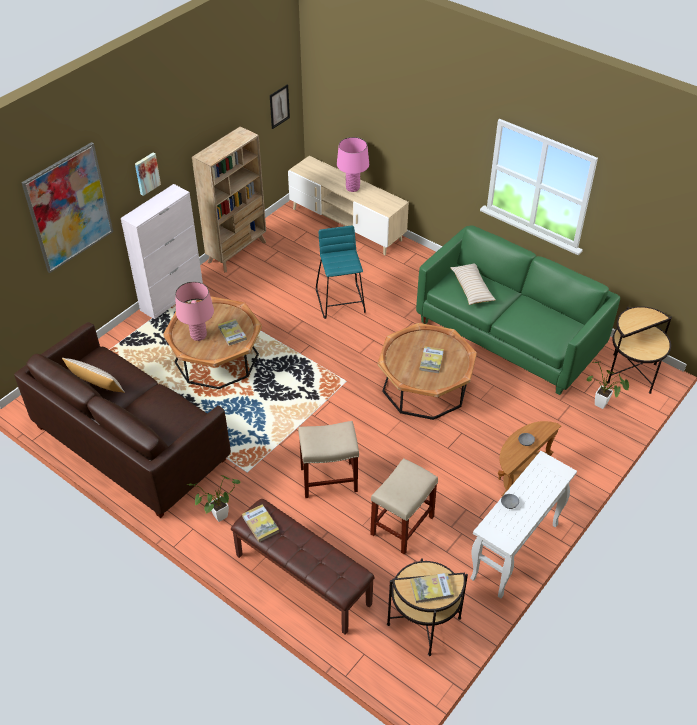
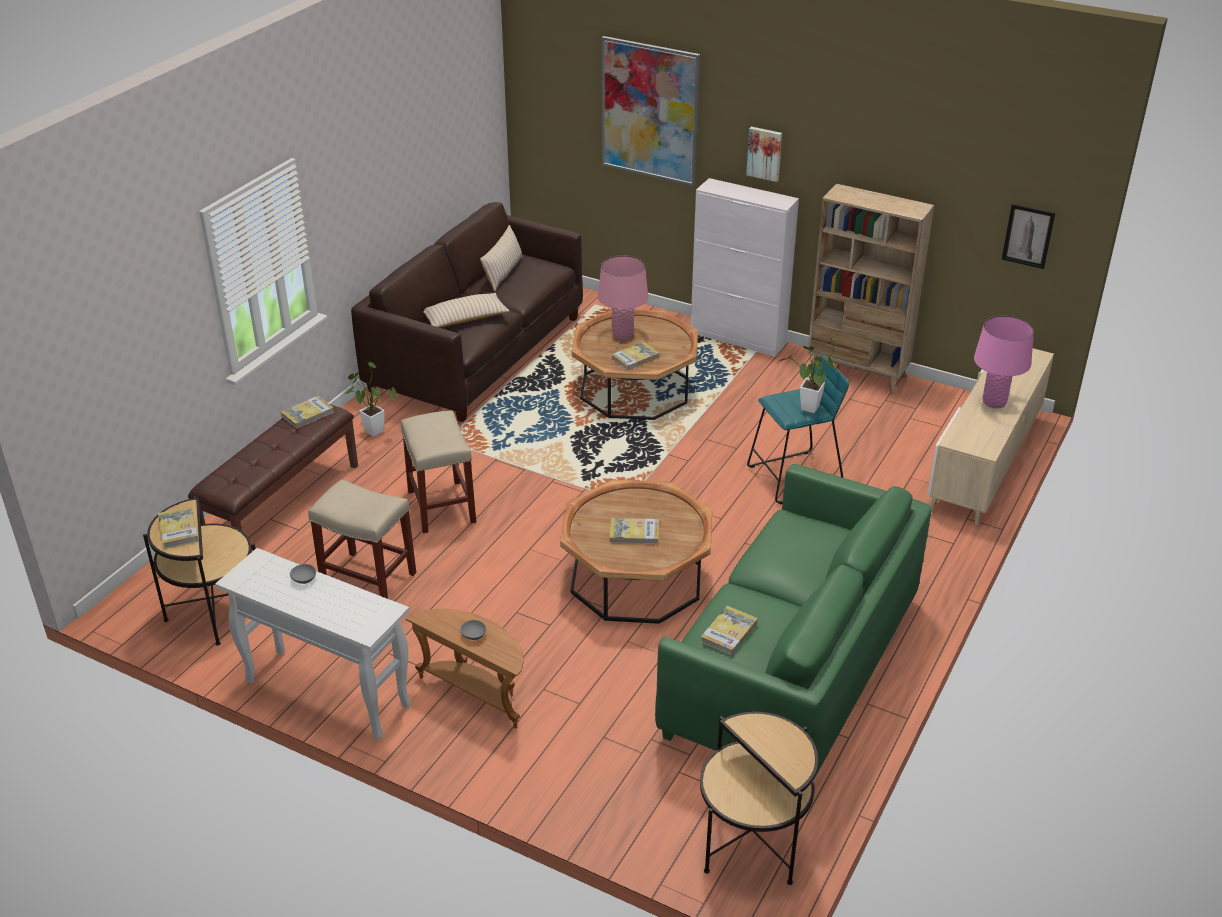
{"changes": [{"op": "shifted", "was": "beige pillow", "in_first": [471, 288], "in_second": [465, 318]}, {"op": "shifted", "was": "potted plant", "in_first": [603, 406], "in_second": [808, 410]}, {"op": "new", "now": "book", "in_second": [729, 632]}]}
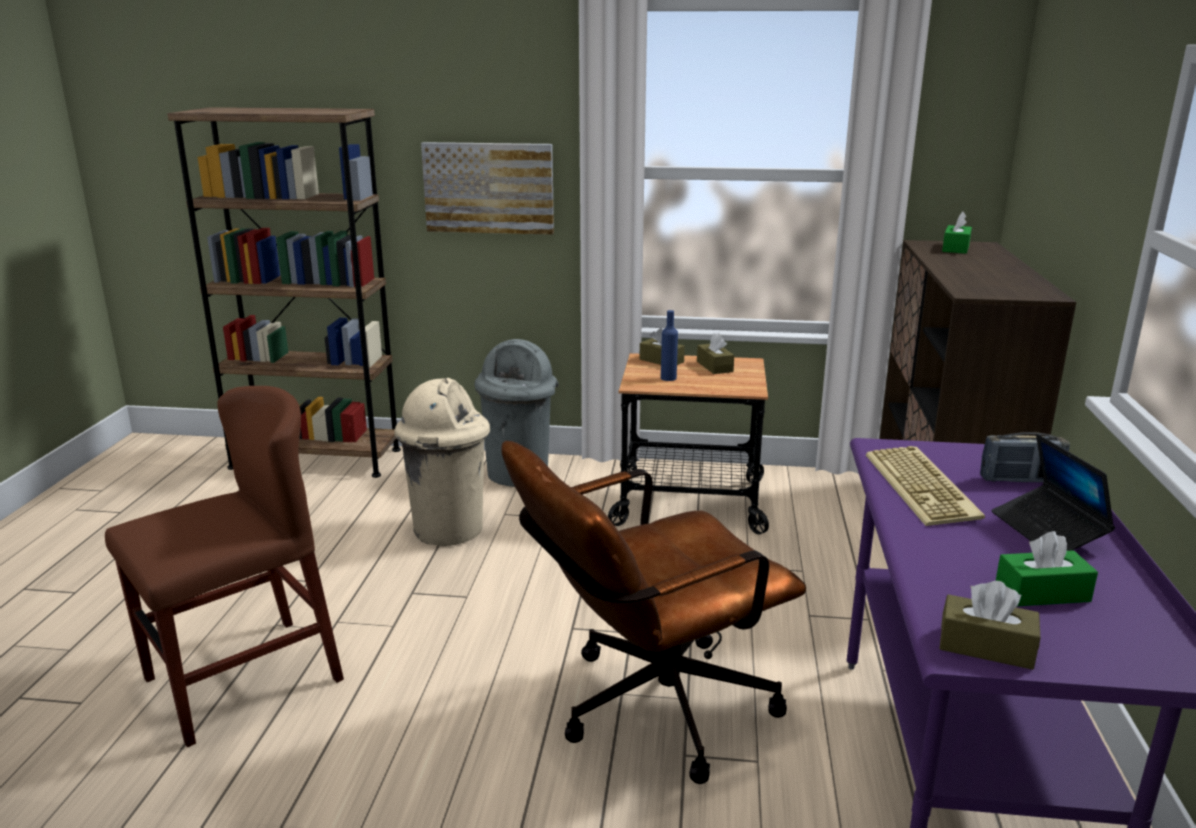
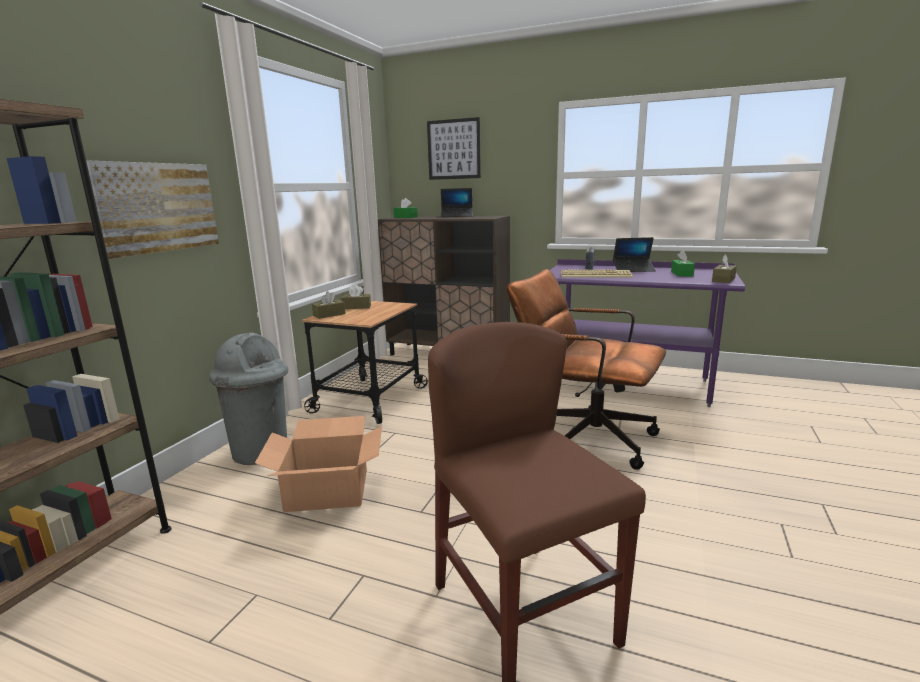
{"changes": [{"op": "gone", "was": "blue bottle", "in_first": [668, 378]}, {"op": "swapped", "was": "beige trash can", "now": "cardboard box", "in_first": [449, 529], "in_second": [327, 489]}, {"op": "rotated", "was": "brown office chair", "in_first": [648, 710], "in_second": [582, 436], "clockwise": 135}, {"op": "new", "now": "picture", "in_second": [454, 149]}, {"op": "new", "now": "laptop", "in_second": [457, 216]}]}
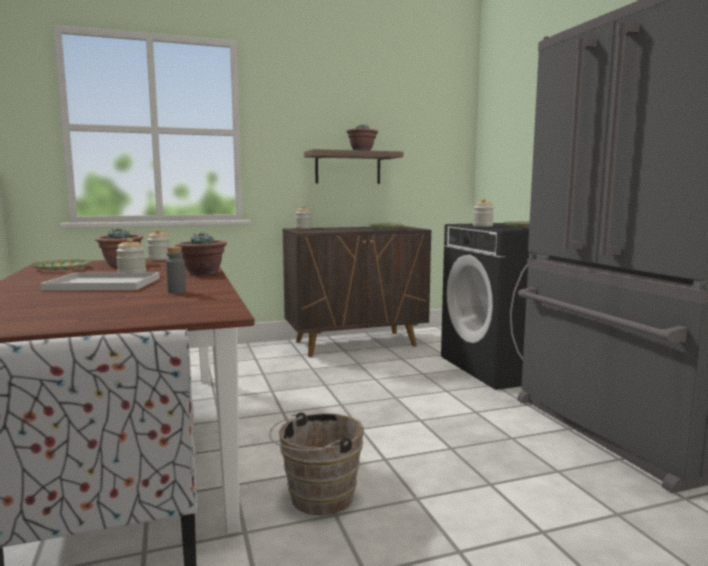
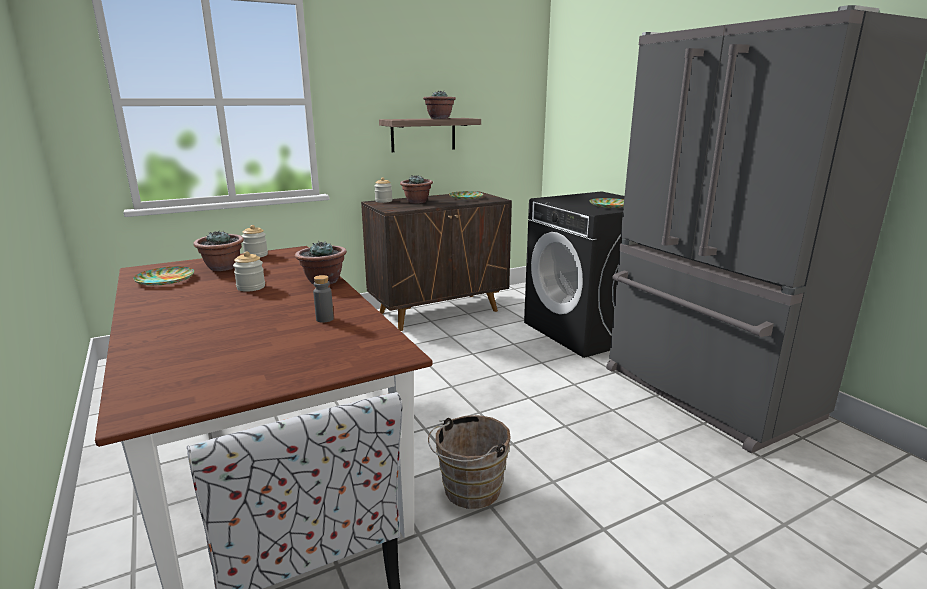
{"changes": [{"op": "gone", "was": "jar", "in_first": [482, 226]}, {"op": "gone", "was": "white tray", "in_first": [101, 284]}, {"op": "new", "now": "potted plant", "in_second": [417, 202]}]}
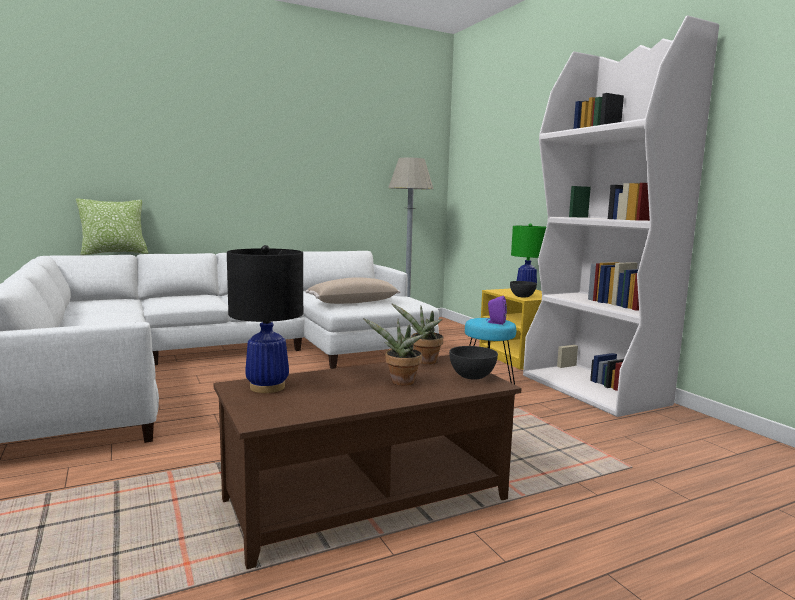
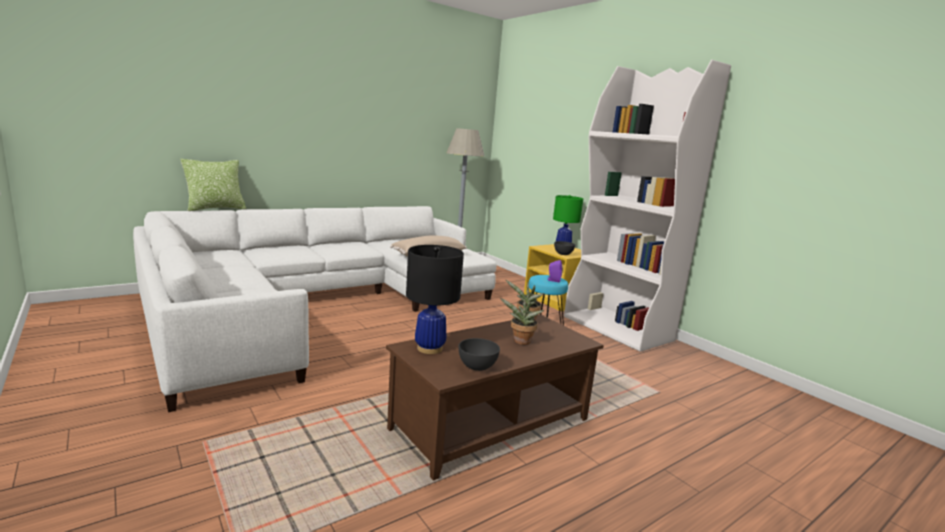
{"changes": [{"op": "shifted", "was": "grey bowl", "in_first": [471, 376], "in_second": [477, 367]}]}
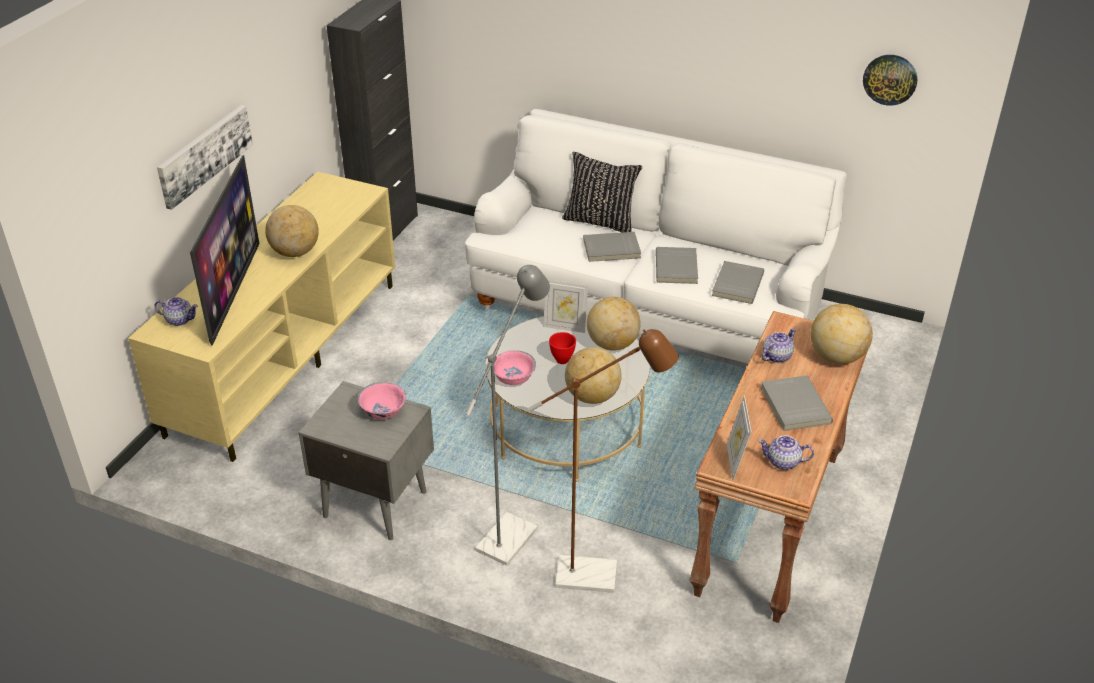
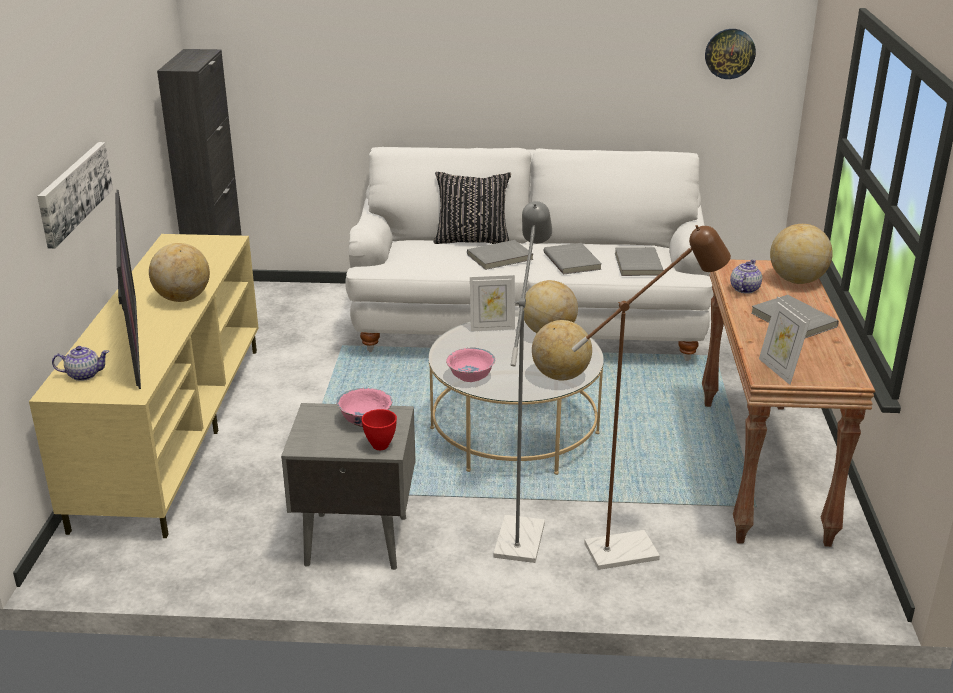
{"changes": [{"op": "shifted", "was": "red bowl", "in_first": [562, 360], "in_second": [381, 446]}, {"op": "gone", "was": "teapot", "in_first": [783, 462]}]}
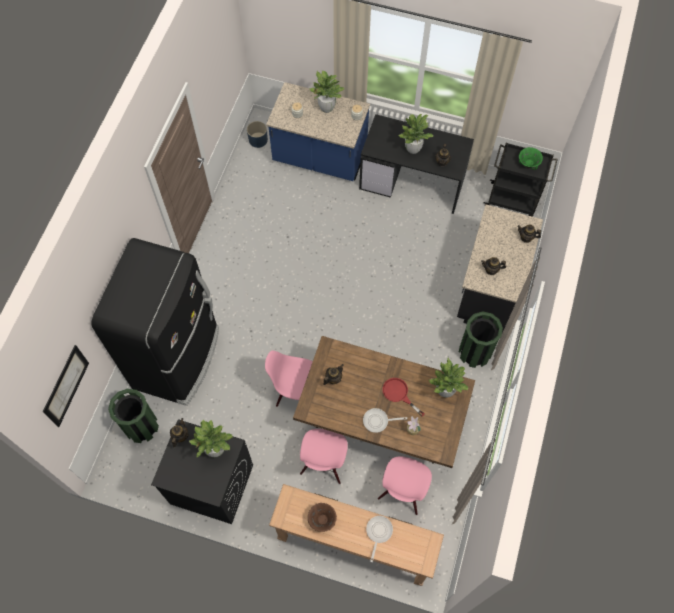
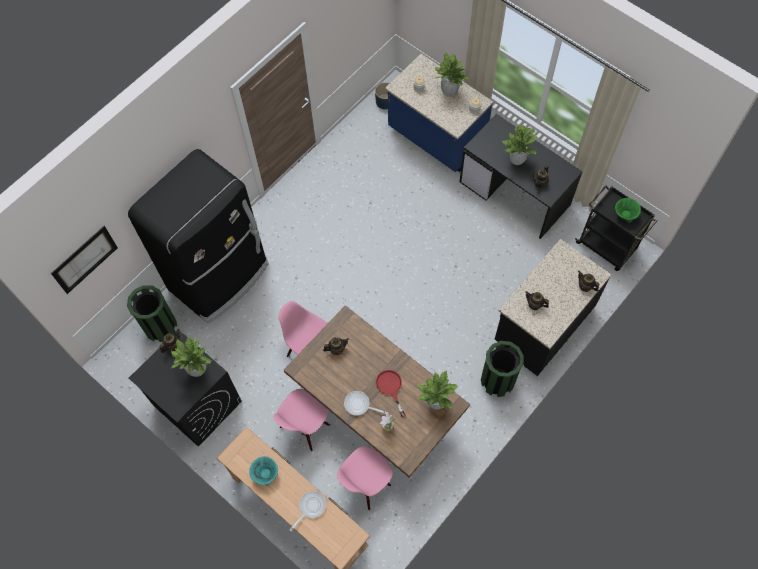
{"changes": [{"op": "repainted", "was": "brown bowl", "now": "turquoise bowl", "in_first": [322, 519], "in_second": [265, 473]}]}
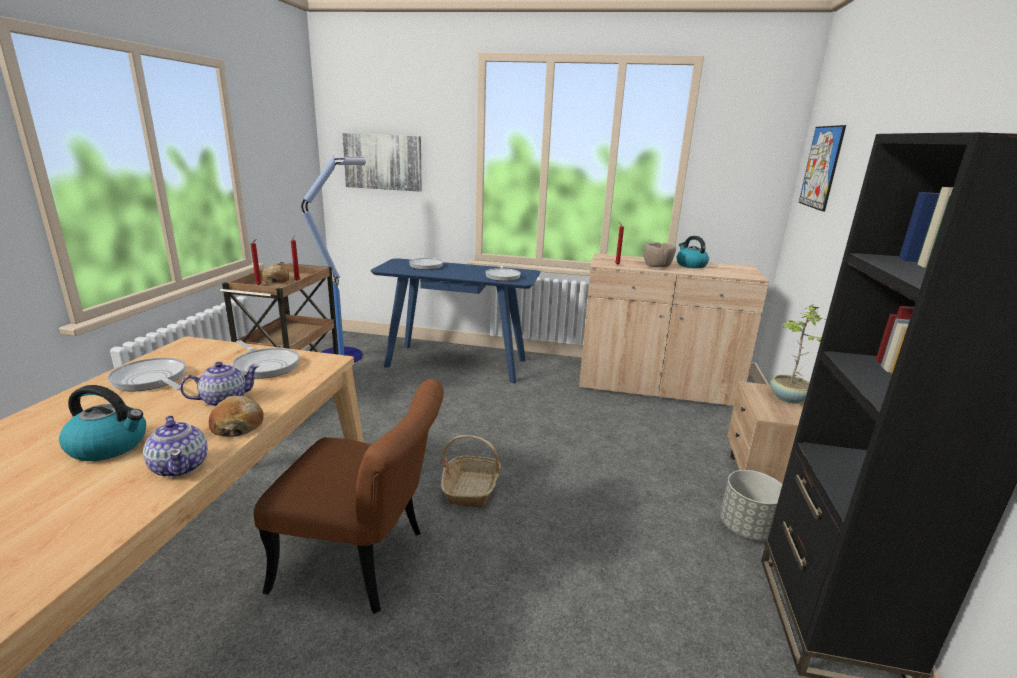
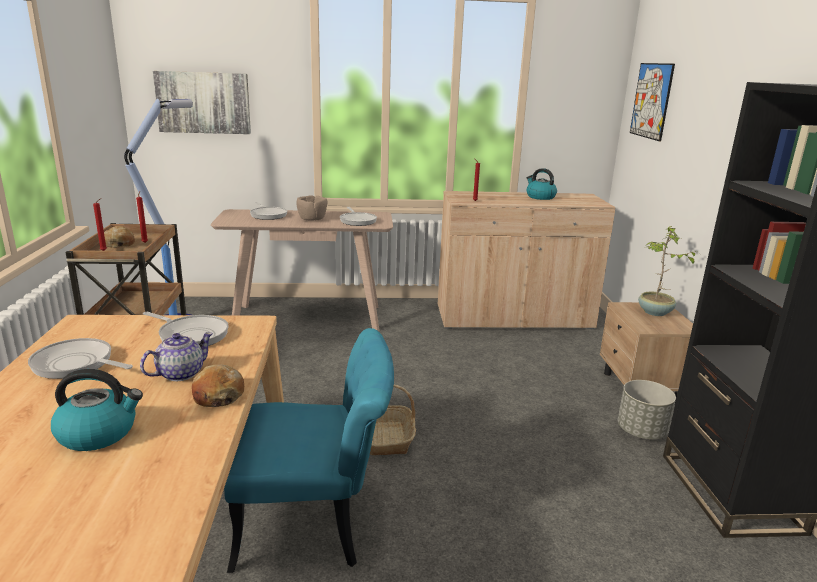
{"changes": [{"op": "shifted", "was": "brown bowl", "in_first": [657, 266], "in_second": [312, 219]}, {"op": "repainted", "was": "blue console table", "now": "beige console table", "in_first": [457, 363], "in_second": [308, 317]}, {"op": "repainted", "was": "brown chair", "now": "turquoise chair", "in_first": [365, 562], "in_second": [316, 523]}, {"op": "gone", "was": "teapot", "in_first": [180, 466]}]}
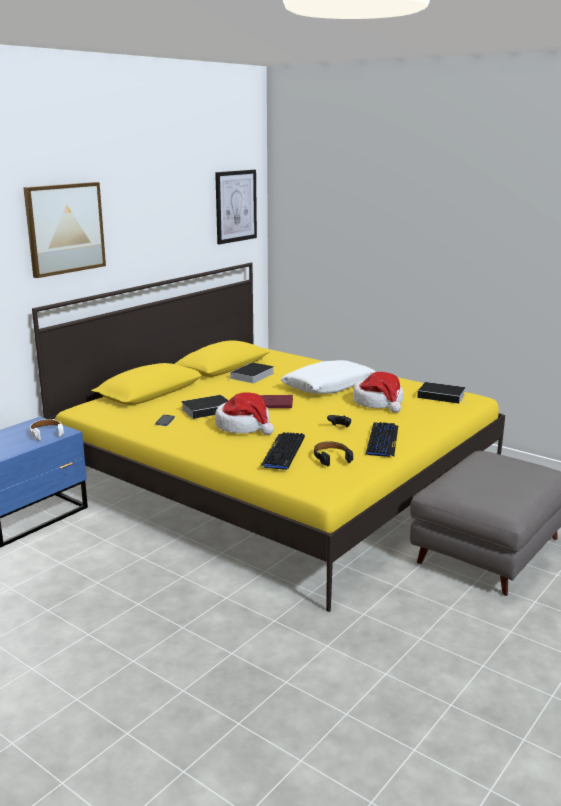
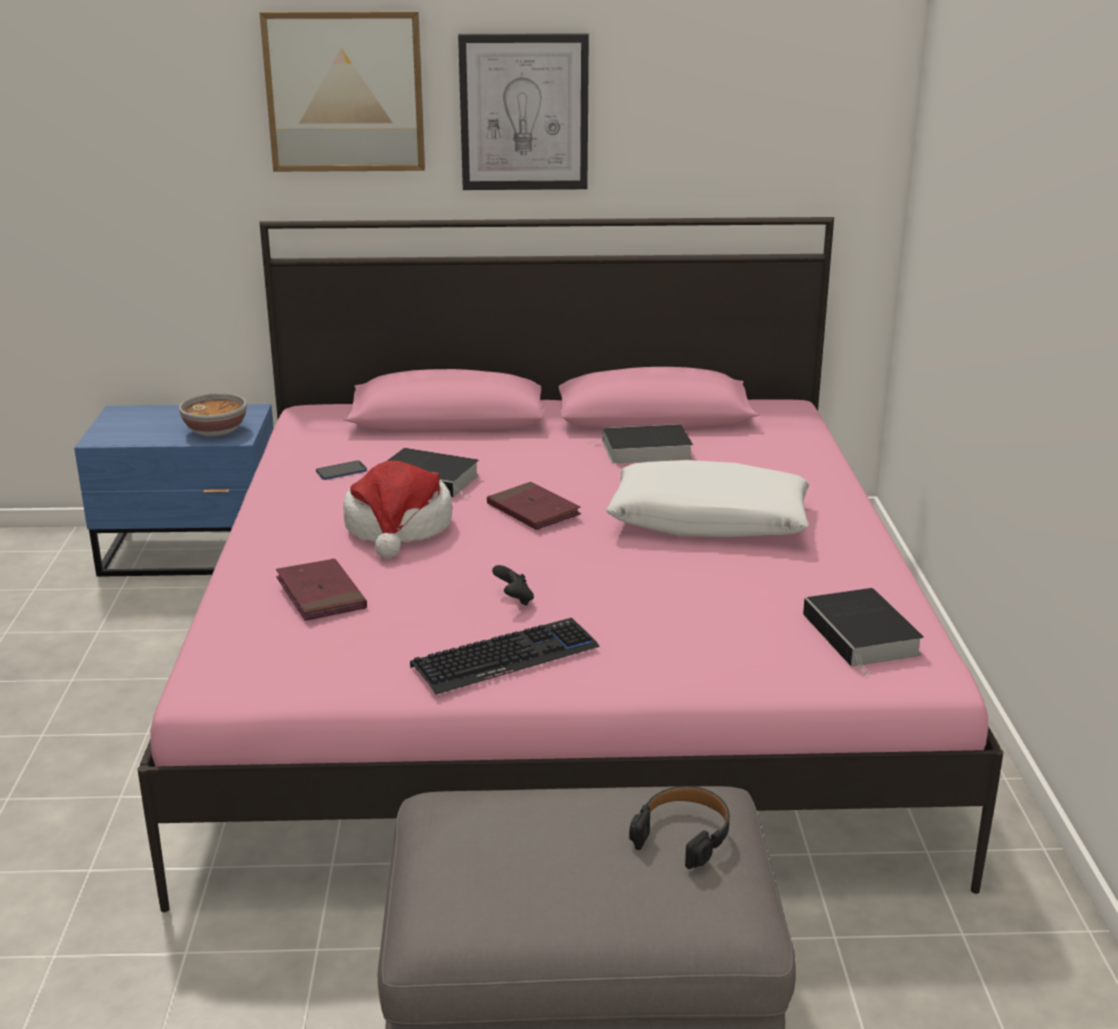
{"changes": [{"op": "shifted", "was": "picture", "in_first": [235, 206], "in_second": [524, 112]}, {"op": "repainted", "was": "yellow bed", "now": "pink bed", "in_first": [280, 480], "in_second": [560, 669]}, {"op": "gone", "was": "hat", "in_first": [379, 402]}, {"op": "swapped", "was": "white headphones", "now": "bowl", "in_first": [46, 433], "in_second": [216, 431]}, {"op": "swapped", "was": "keyboard", "now": "red book", "in_first": [283, 452], "in_second": [321, 594]}, {"op": "shifted", "was": "black headphones", "in_first": [331, 458], "in_second": [683, 834]}]}
